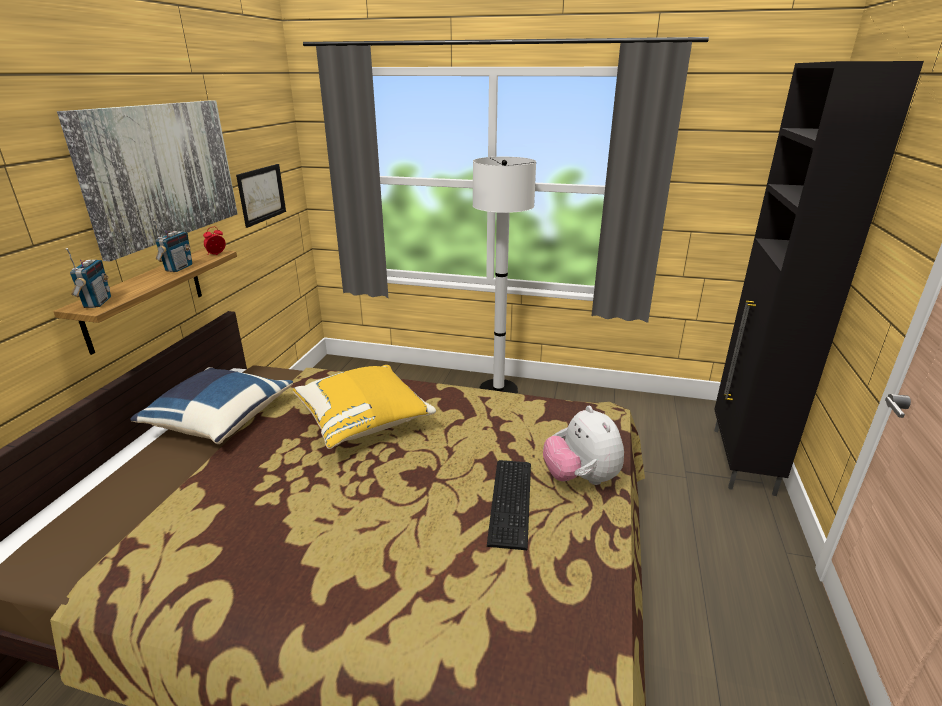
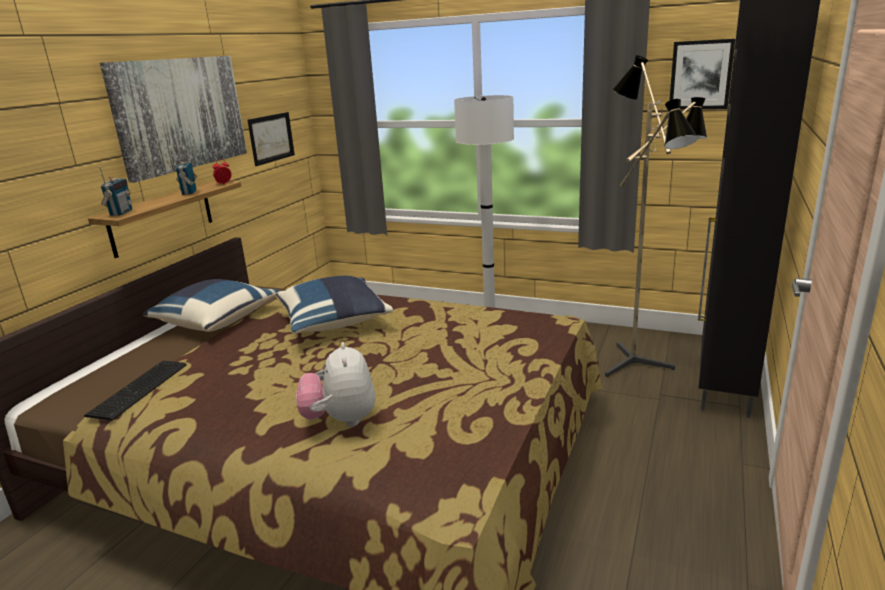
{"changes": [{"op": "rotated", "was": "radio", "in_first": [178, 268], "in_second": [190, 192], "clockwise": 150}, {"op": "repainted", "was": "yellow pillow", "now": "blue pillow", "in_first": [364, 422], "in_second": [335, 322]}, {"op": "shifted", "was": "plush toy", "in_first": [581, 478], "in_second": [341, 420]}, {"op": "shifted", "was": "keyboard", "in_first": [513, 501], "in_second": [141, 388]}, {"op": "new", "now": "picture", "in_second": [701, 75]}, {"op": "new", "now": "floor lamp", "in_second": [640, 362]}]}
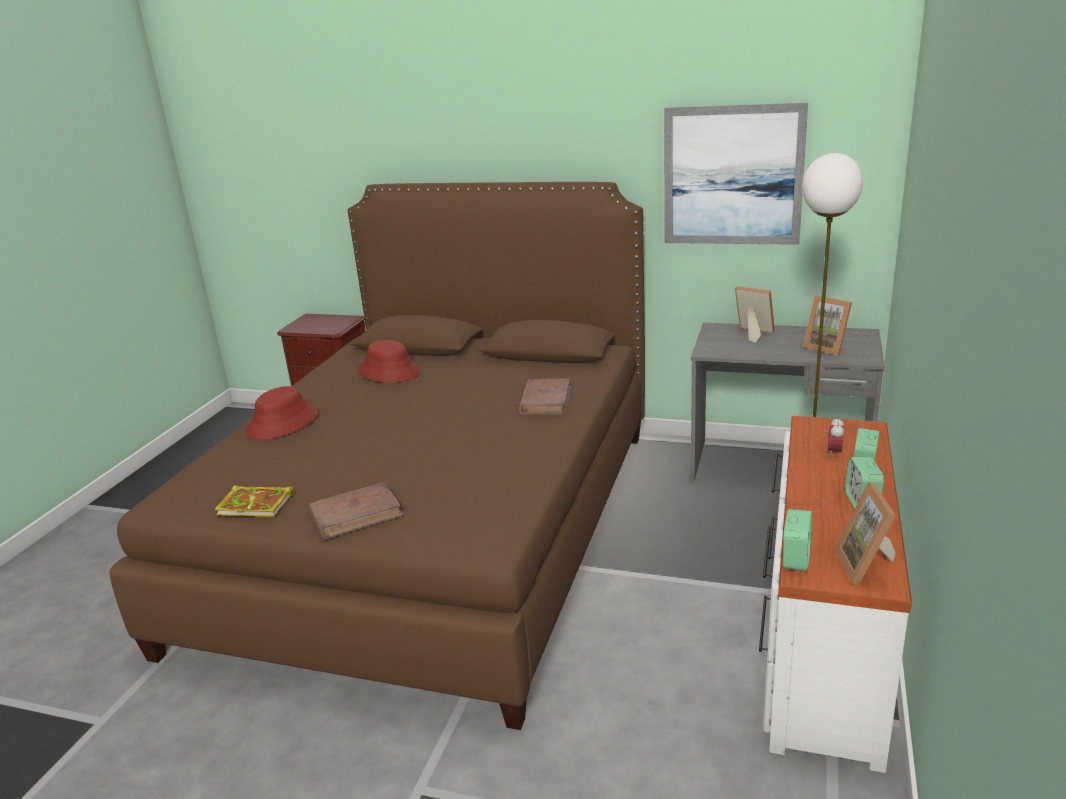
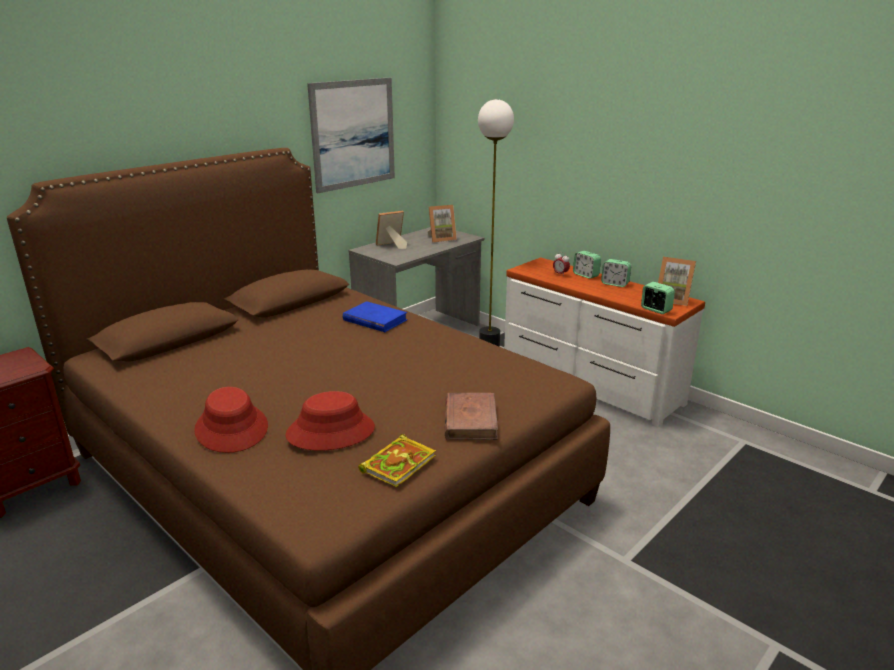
{"changes": [{"op": "shifted", "was": "red hat", "in_first": [389, 371], "in_second": [330, 431]}, {"op": "repainted", "was": "brown book", "now": "blue book", "in_first": [545, 400], "in_second": [375, 320]}]}
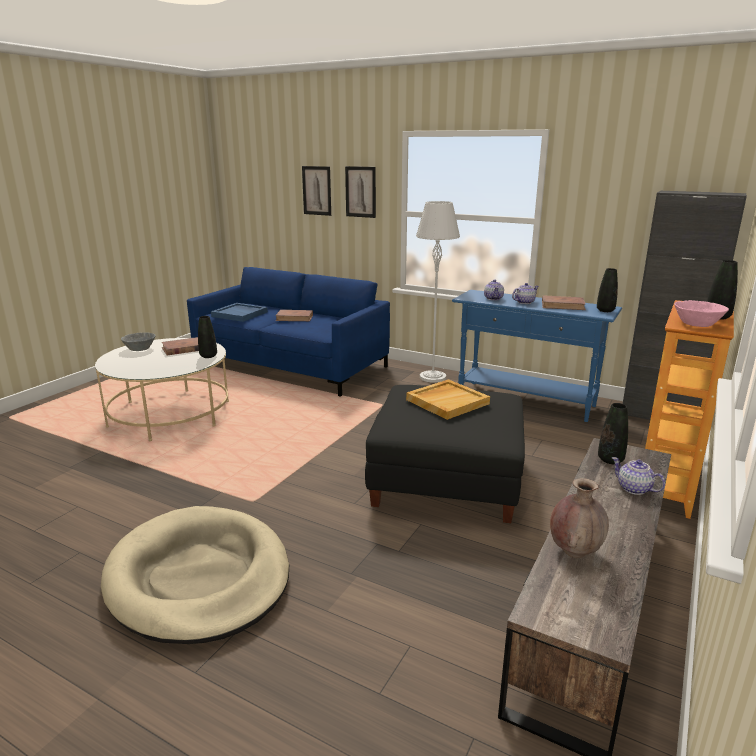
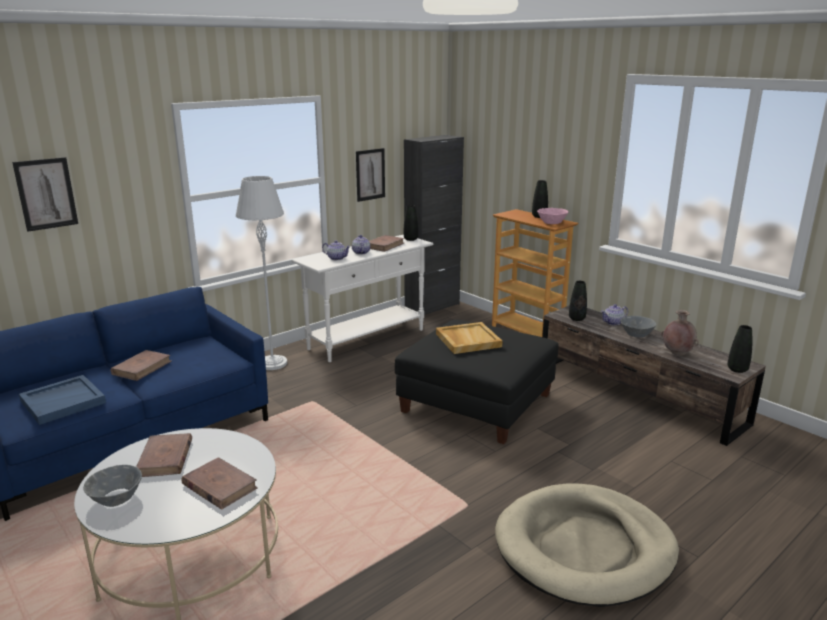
{"changes": [{"op": "shifted", "was": "picture", "in_first": [360, 192], "in_second": [370, 174]}, {"op": "repainted", "was": "blue console table", "now": "white console table", "in_first": [526, 401], "in_second": [367, 339]}, {"op": "shifted", "was": "black vase", "in_first": [208, 356], "in_second": [737, 369]}, {"op": "new", "now": "grey bowl", "in_second": [636, 334]}, {"op": "new", "now": "brown book", "in_second": [219, 486]}]}
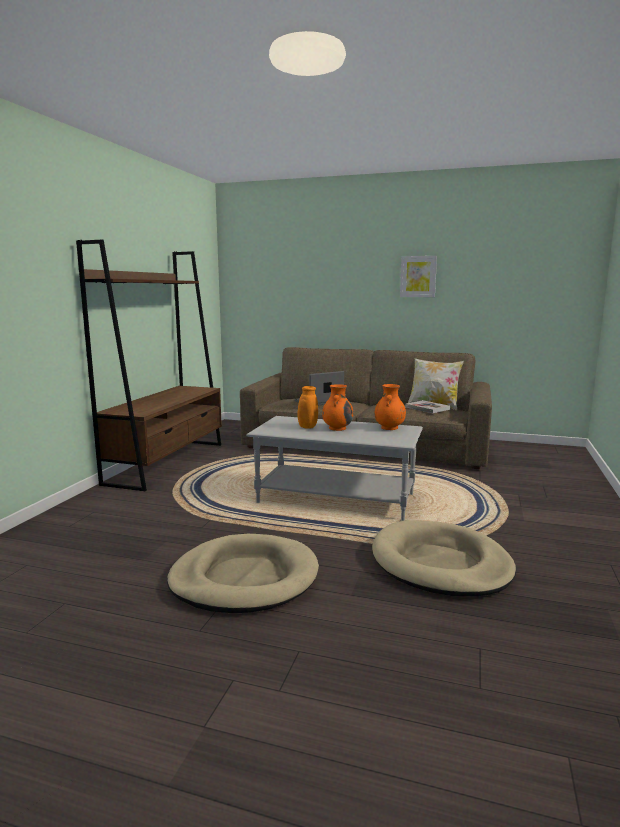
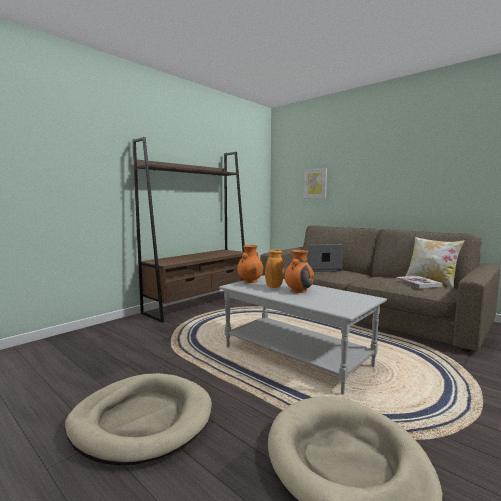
{"changes": [{"op": "shifted", "was": "picture", "in_first": [418, 276], "in_second": [315, 183]}, {"op": "shifted", "was": "orange vase", "in_first": [389, 428], "in_second": [250, 281]}]}
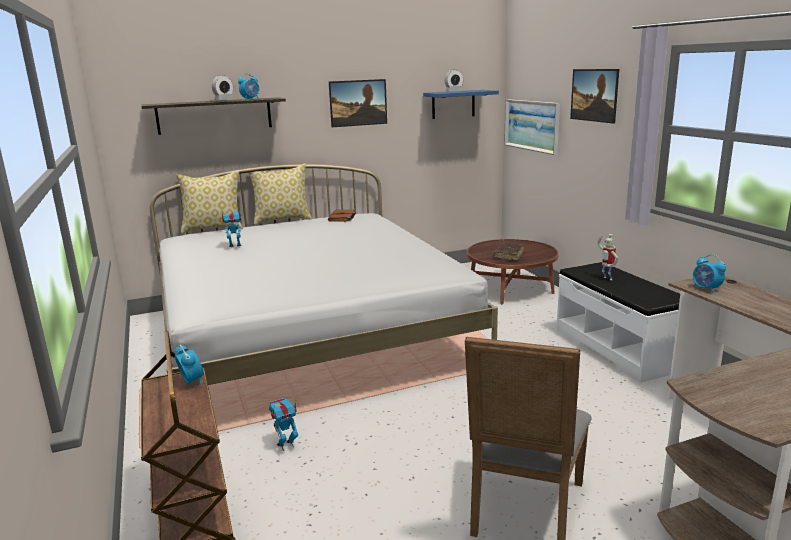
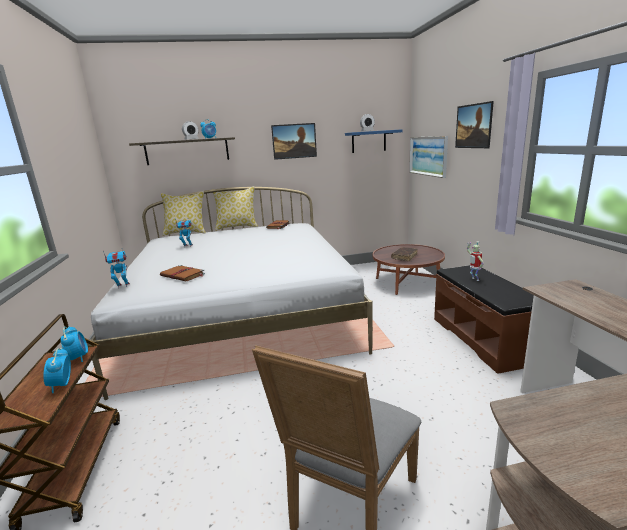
{"changes": [{"op": "shifted", "was": "alarm clock", "in_first": [706, 289], "in_second": [62, 385]}, {"op": "repainted", "was": "white bench", "now": "brown bench", "in_first": [618, 348], "in_second": [483, 339]}, {"op": "shifted", "was": "toy robot", "in_first": [286, 445], "in_second": [122, 285]}, {"op": "new", "now": "brown book", "in_second": [183, 275]}]}
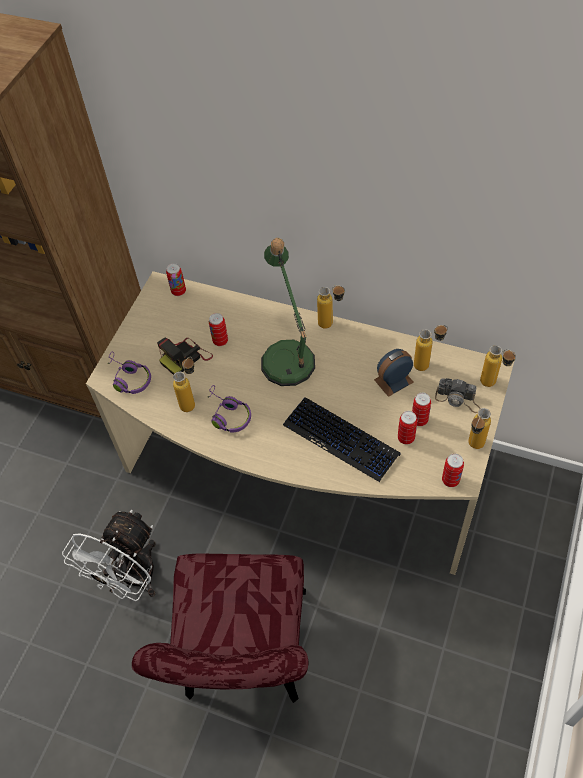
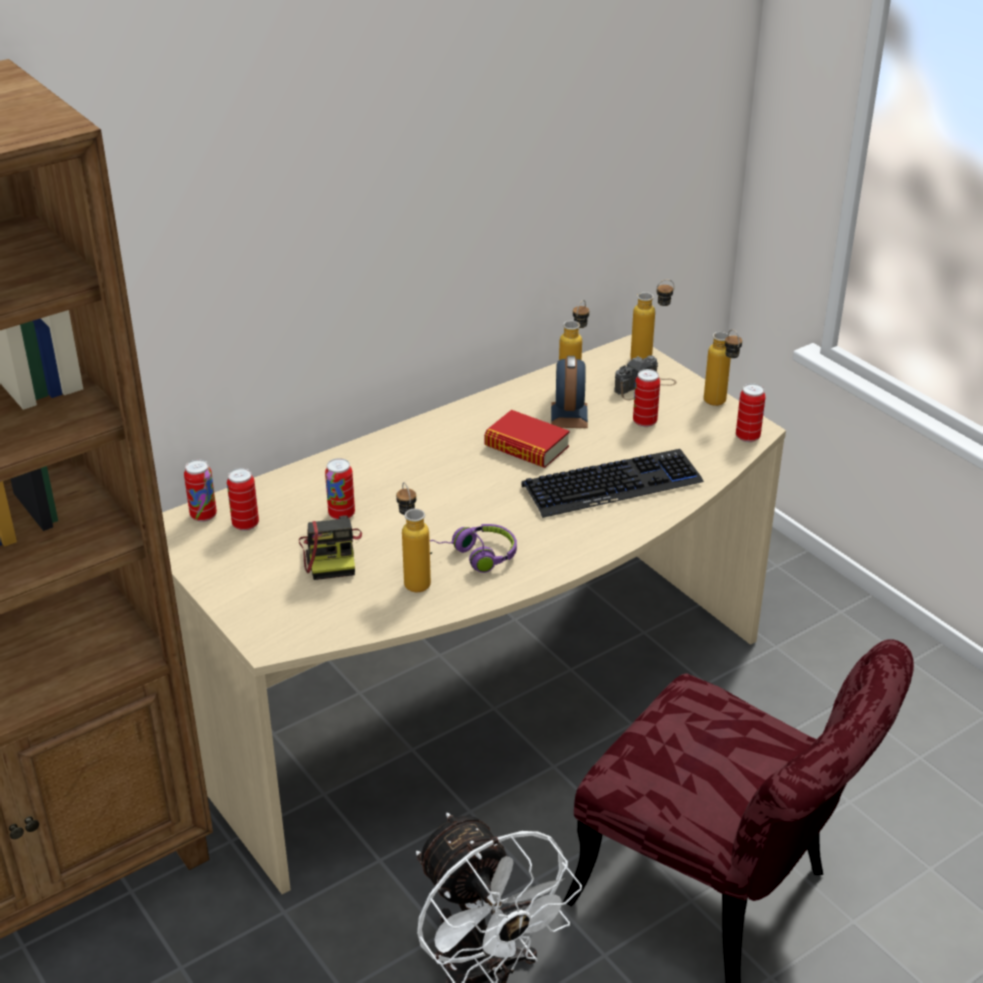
{"changes": [{"op": "gone", "was": "table lamp", "in_first": [287, 355]}, {"op": "gone", "was": "bottle", "in_first": [331, 324]}, {"op": "gone", "was": "purple headphones", "in_first": [128, 378]}, {"op": "shifted", "was": "can", "in_first": [406, 438], "in_second": [245, 524]}, {"op": "new", "now": "book", "in_second": [526, 447]}]}
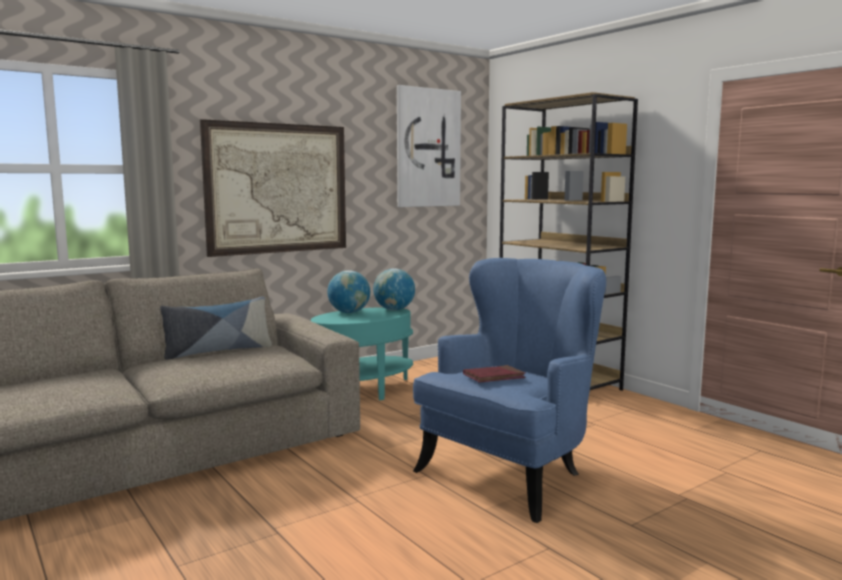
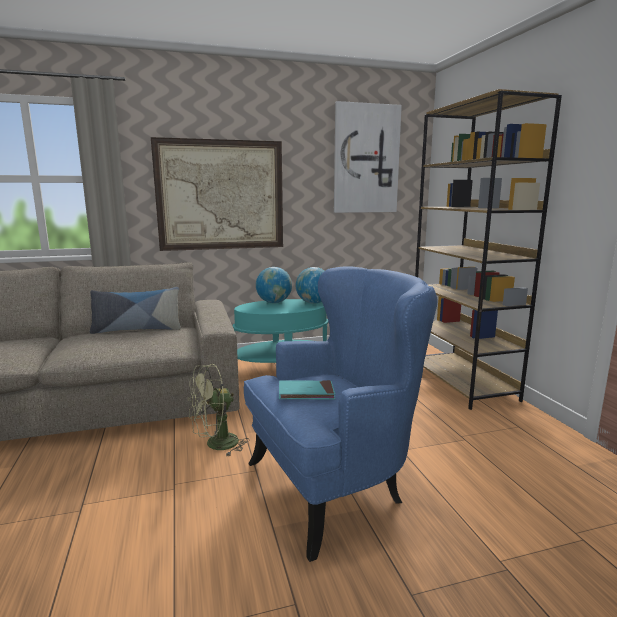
{"changes": [{"op": "repainted", "was": "red book", "now": "turquoise book", "in_first": [494, 377], "in_second": [306, 393]}, {"op": "new", "now": "green fan", "in_second": [216, 445]}]}
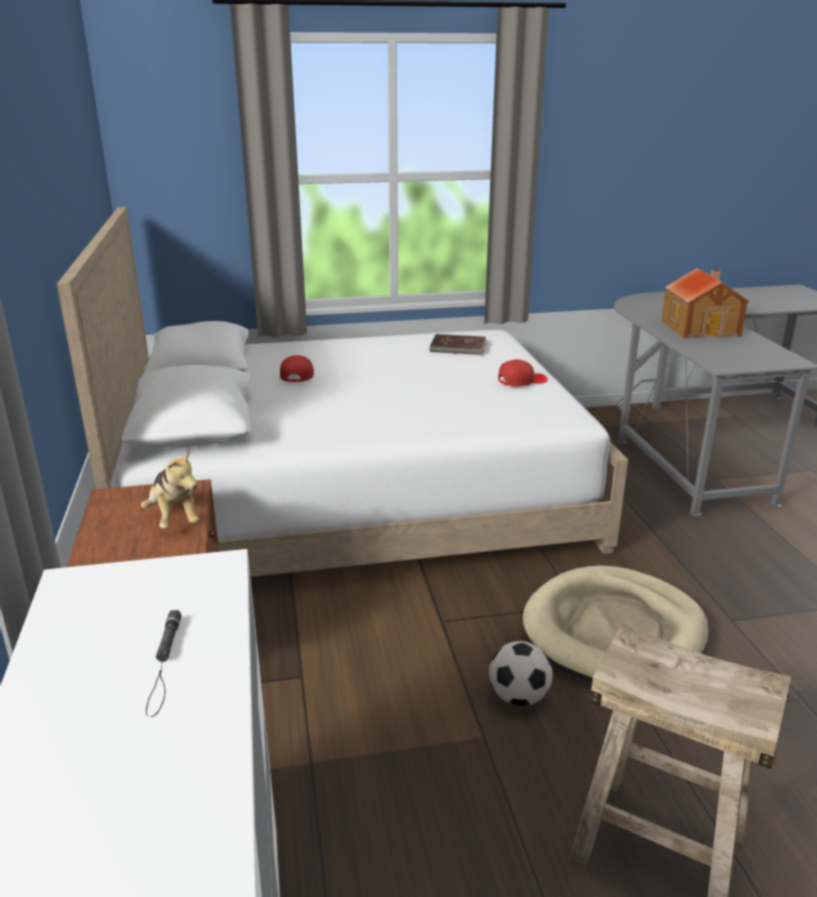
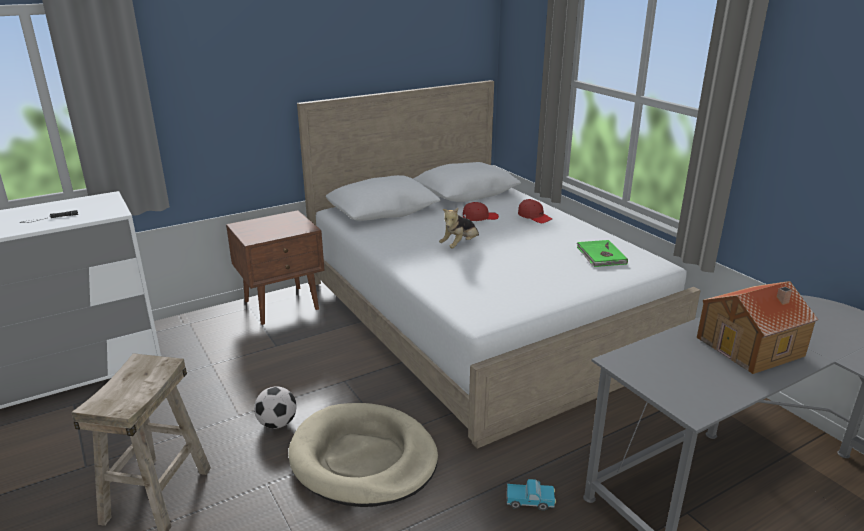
{"changes": [{"op": "repainted", "was": "brown book", "now": "green book", "in_first": [458, 347], "in_second": [600, 256]}, {"op": "shifted", "was": "red cap", "in_first": [521, 381], "in_second": [534, 217]}, {"op": "shifted", "was": "plush toy", "in_first": [174, 518], "in_second": [460, 245]}, {"op": "new", "now": "toy truck", "in_second": [530, 502]}]}
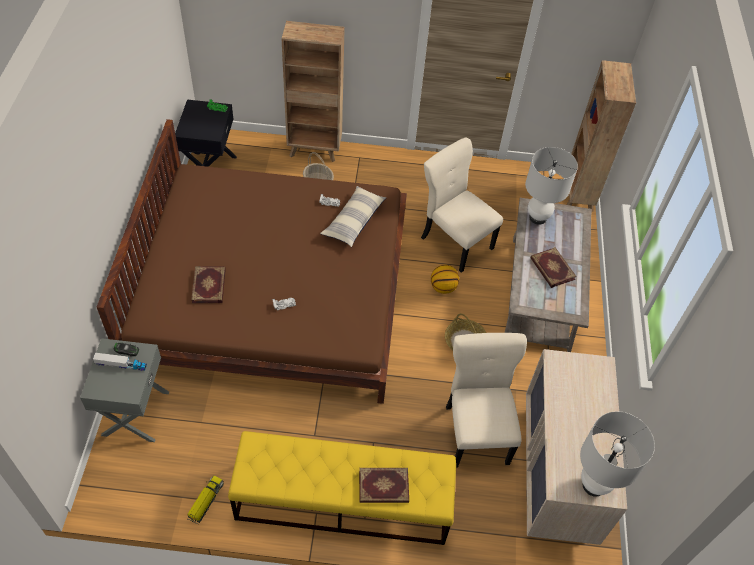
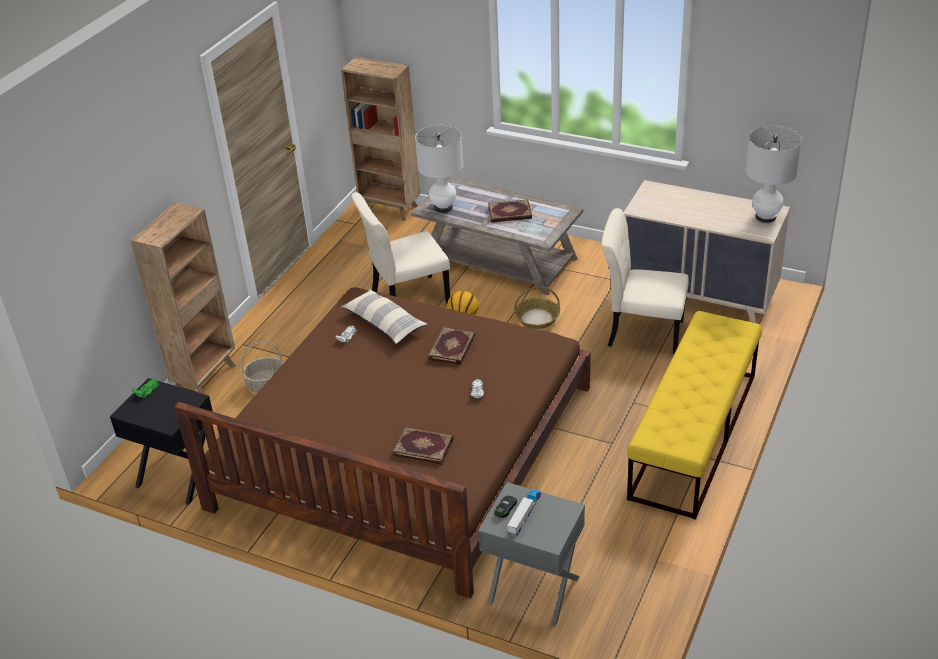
{"changes": [{"op": "shifted", "was": "book", "in_first": [383, 487], "in_second": [453, 348]}, {"op": "gone", "was": "toy truck", "in_first": [205, 501]}]}
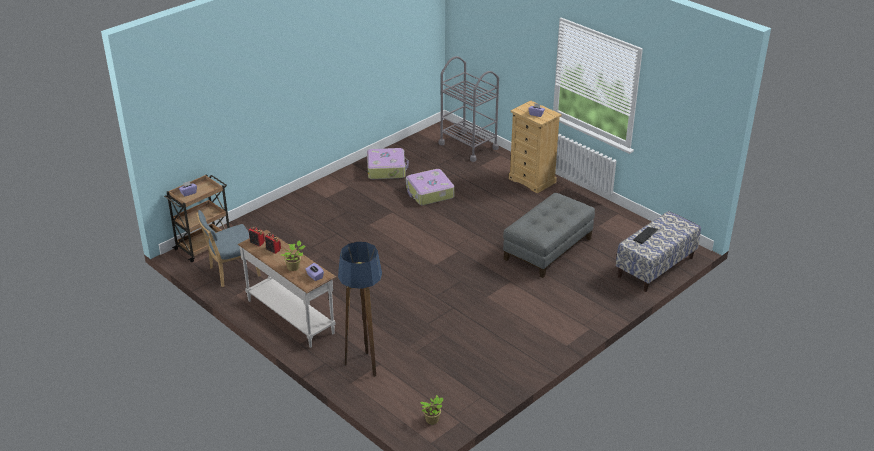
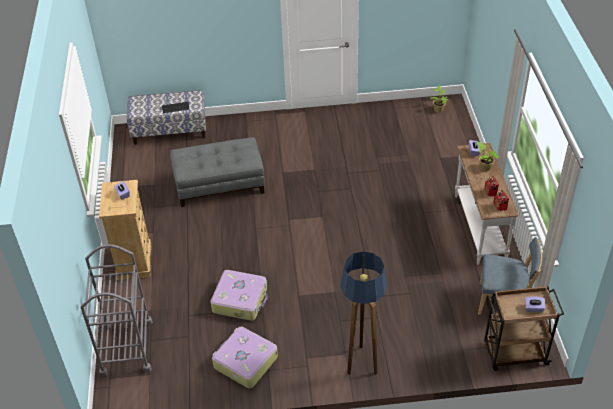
{"changes": [{"op": "shifted", "was": "floor lamp", "in_first": [364, 366], "in_second": [361, 361]}]}
